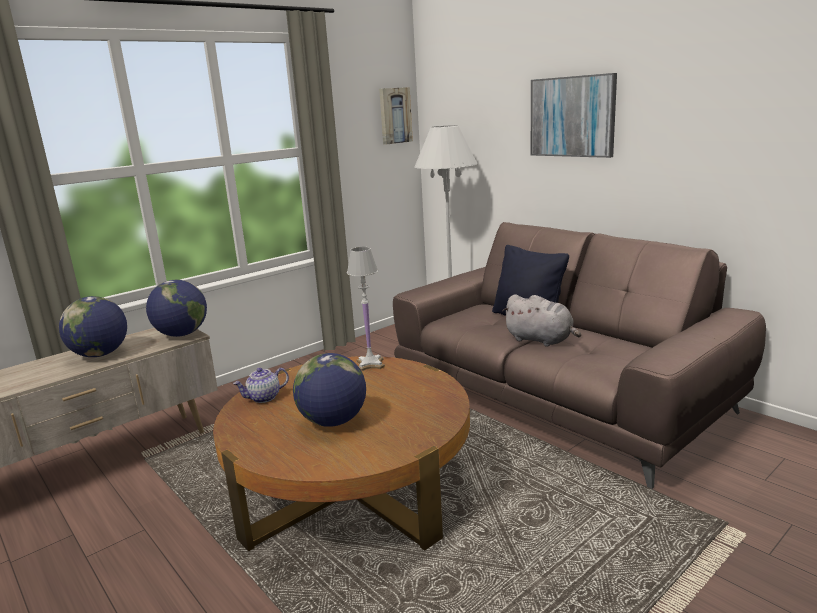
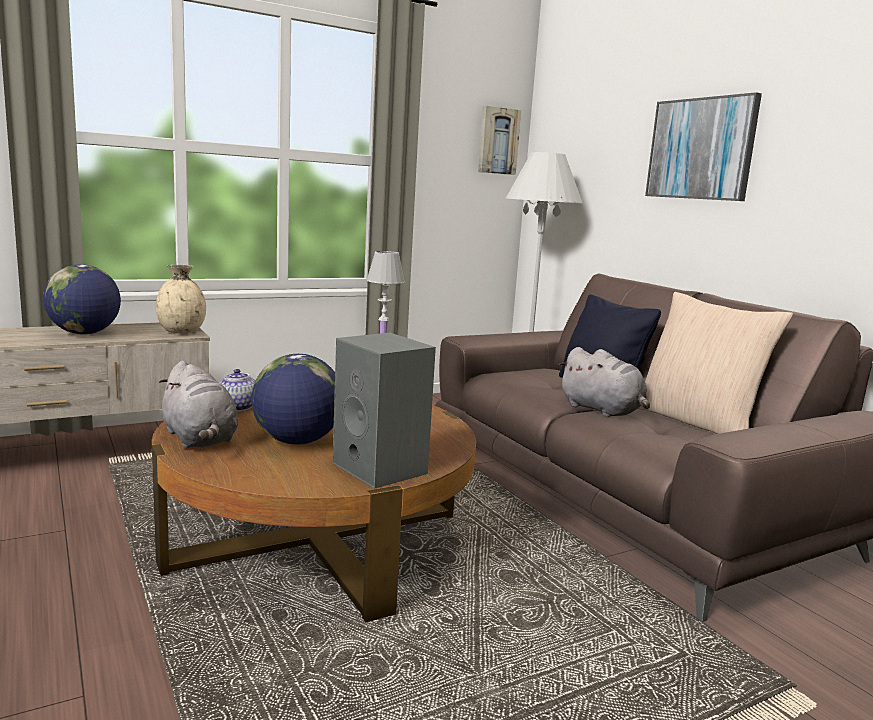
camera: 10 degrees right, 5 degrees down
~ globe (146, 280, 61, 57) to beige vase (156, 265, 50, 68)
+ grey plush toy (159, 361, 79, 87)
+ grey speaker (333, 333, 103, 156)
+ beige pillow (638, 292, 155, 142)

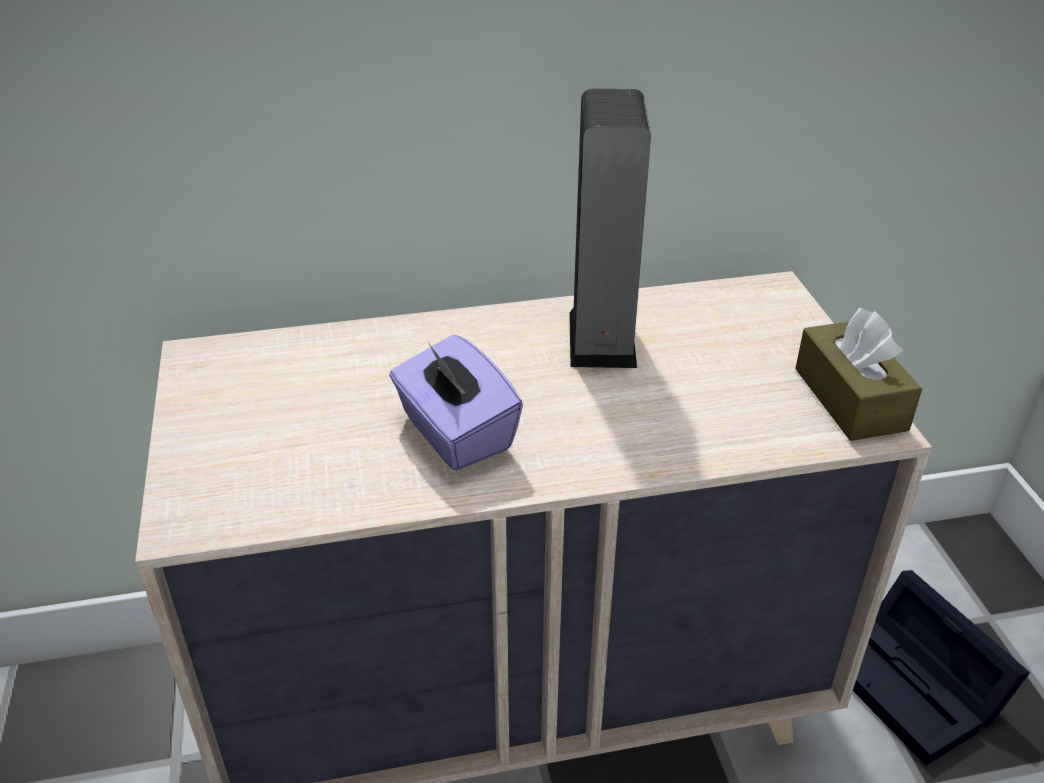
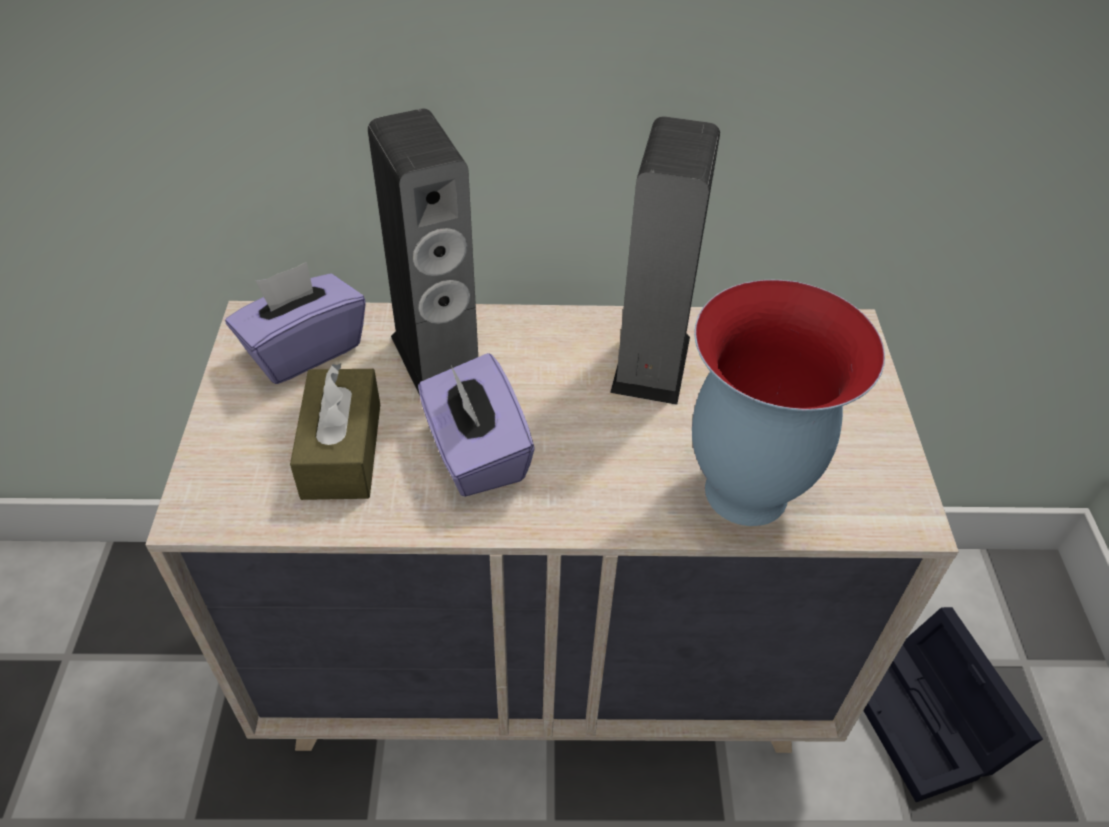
camera: 10 degrees right, 10 degrees up
~ brown tissue box (795, 308, 127, 133) to (290, 363, 90, 137)
+ purple tissue box (225, 262, 141, 122)
+ speaker (368, 109, 110, 286)
+ vase (692, 280, 193, 246)

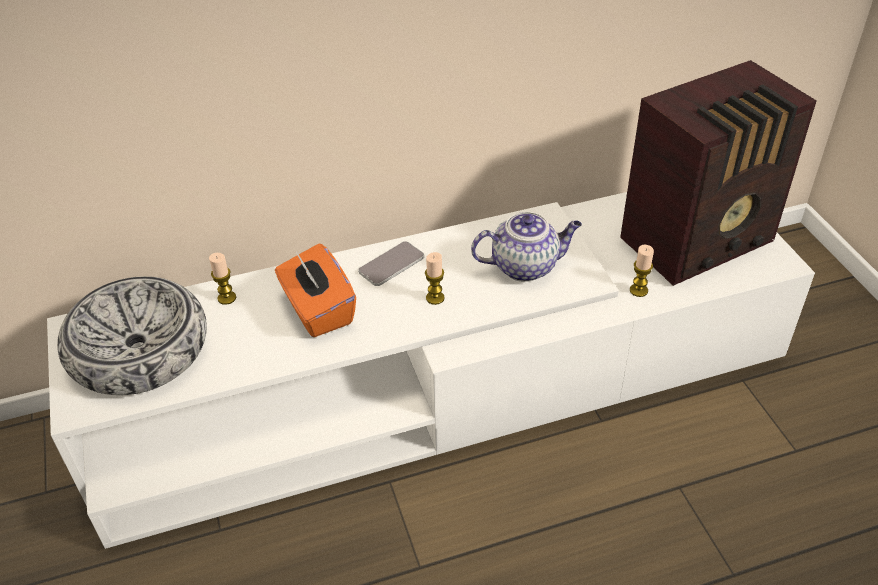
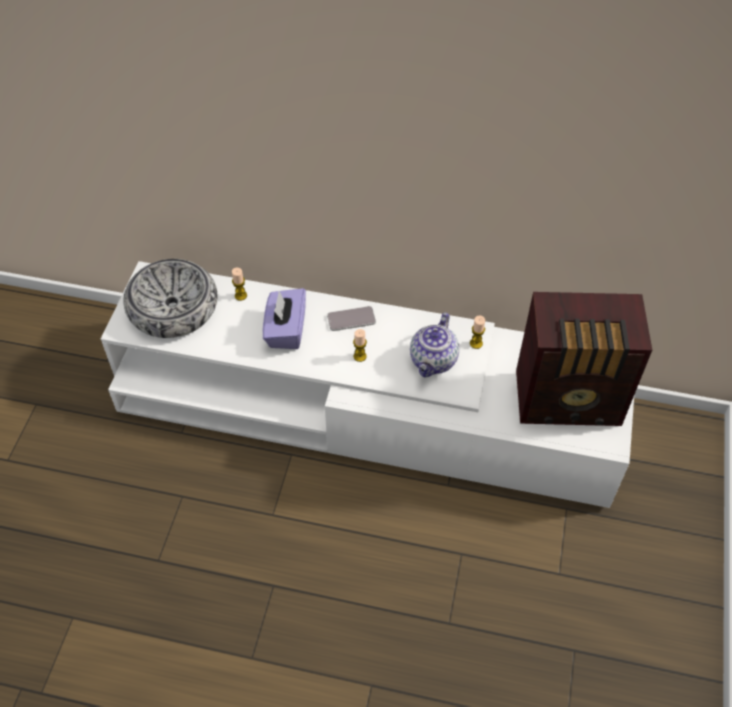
camera: 30 degrees right, 10 degrees up
~ orange tissue box (275, 244, 81, 93) to purple tissue box (263, 288, 43, 61)
~ teapot (471, 212, 111, 70) = (410, 313, 49, 64) 90 degrees clockwise
~ candle (630, 245, 24, 52) to (470, 316, 15, 33)

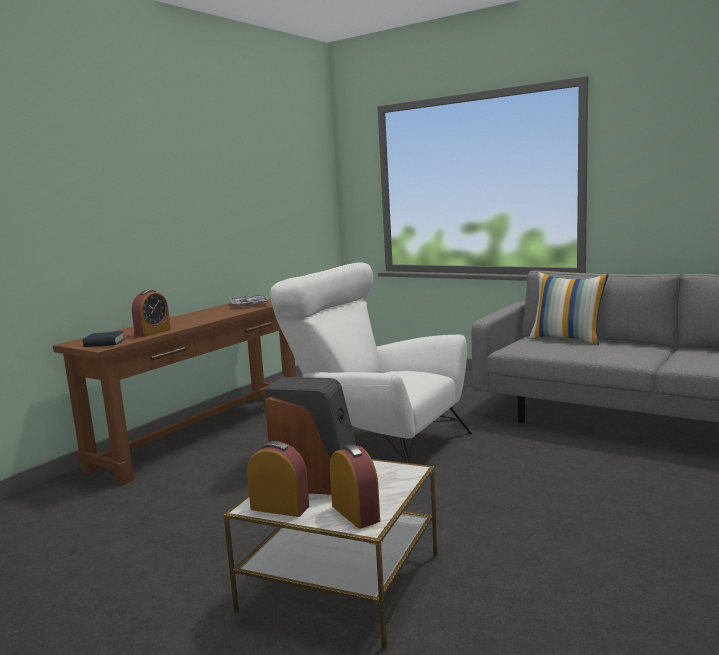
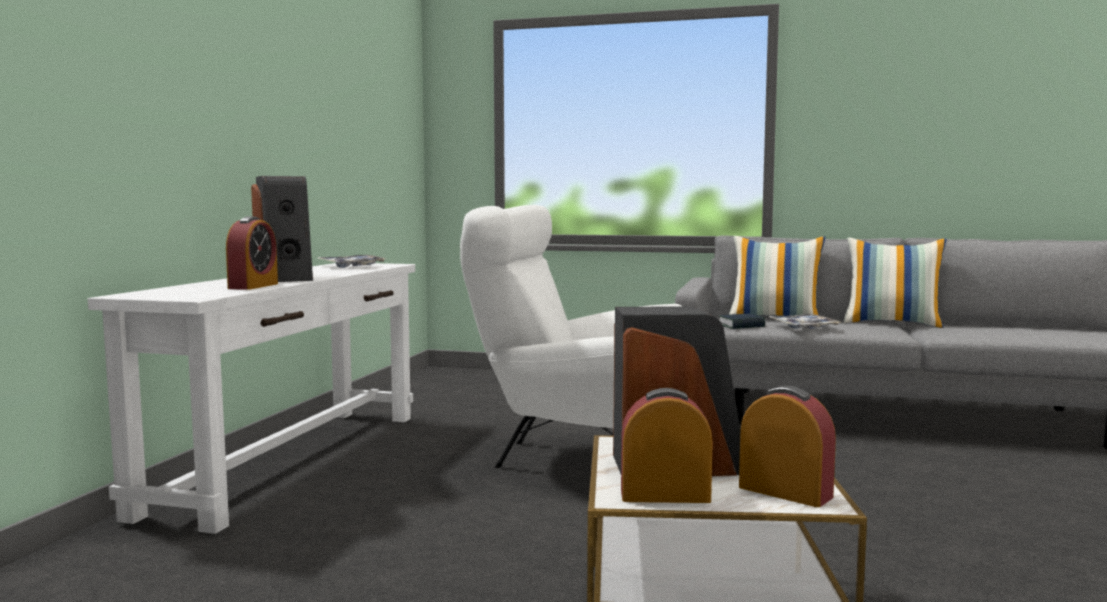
camera: 20 degrees left, 5 degrees down
~ brown console table (53, 298, 243, 187) to white console table (88, 263, 327, 271)
~ book (82, 331, 43, 16) to (719, 313, 46, 16)
+ speaker (251, 176, 62, 106)
+ tray (769, 314, 72, 15)
+ pillow (844, 238, 103, 90)

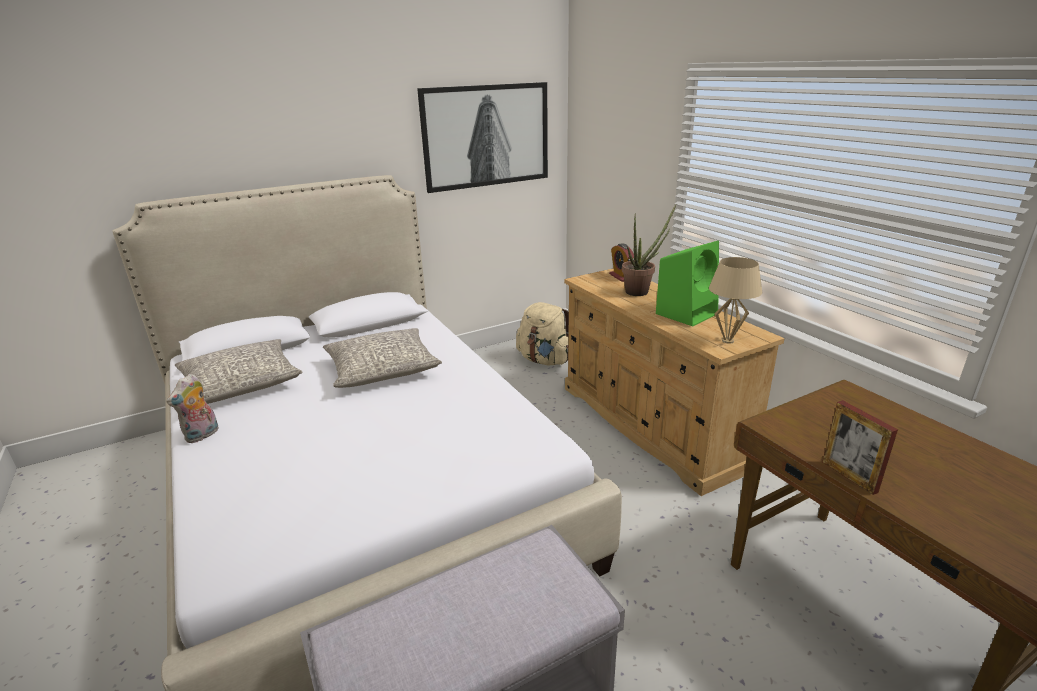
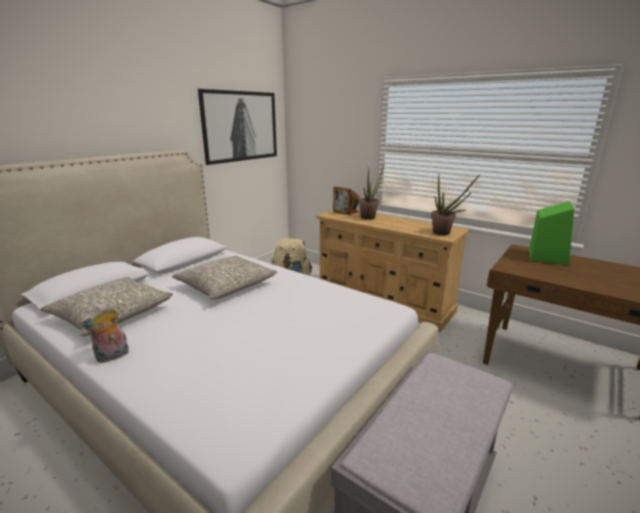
camera: 25 degrees left, 5 degrees down
~ plush toy (166, 374, 52, 69) = (79, 301, 50, 62) 45 degrees clockwise
~ green speaker (656, 241, 63, 85) to (529, 201, 45, 64)
~ beige table lamp (709, 257, 53, 87) to potted plant (431, 175, 49, 60)
~ picture frame (822, 400, 76, 95) to (333, 187, 18, 28)

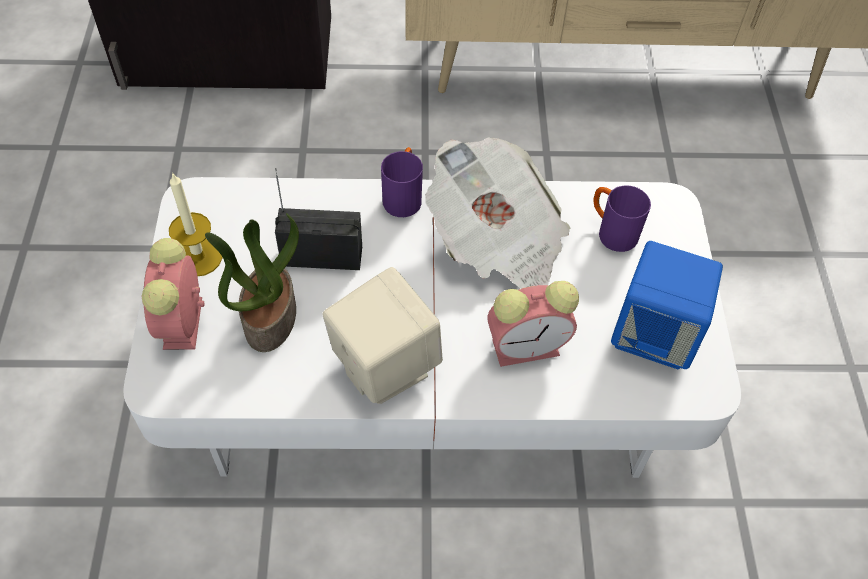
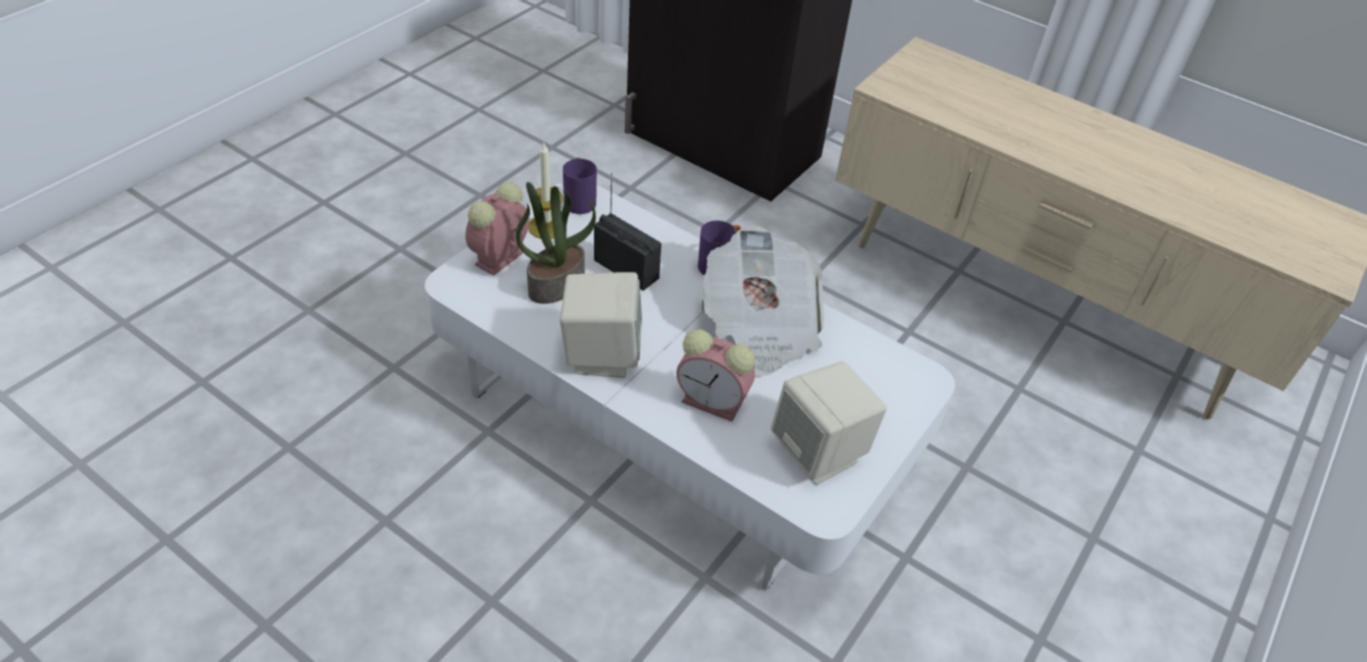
camera: 35 degrees right, 10 degrees down
~ purple mug (593, 186, 58, 66) to (563, 157, 34, 57)
~ blue speaker (611, 241, 112, 128) to beige speaker (771, 361, 116, 124)

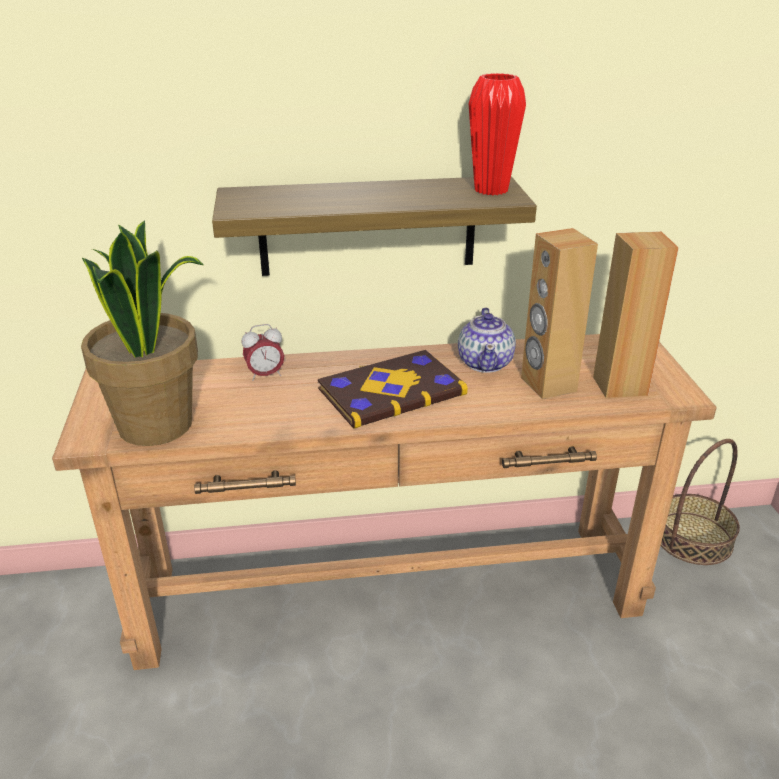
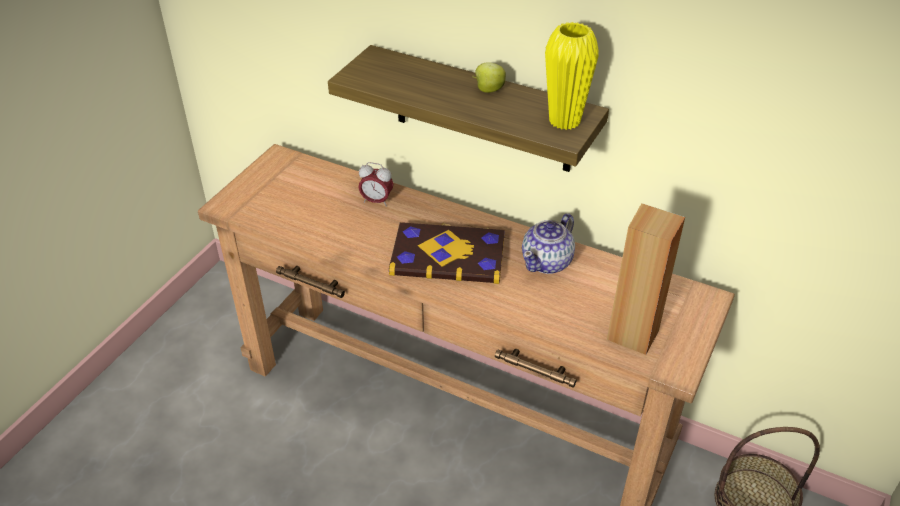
camera: 35 degrees right, 10 degrees up
- potted plant (81, 220, 123, 226)
~ red vase (469, 73, 57, 122) to yellow vase (545, 22, 54, 108)
- brown speaker (521, 228, 77, 171)
+ apple (472, 62, 34, 31)

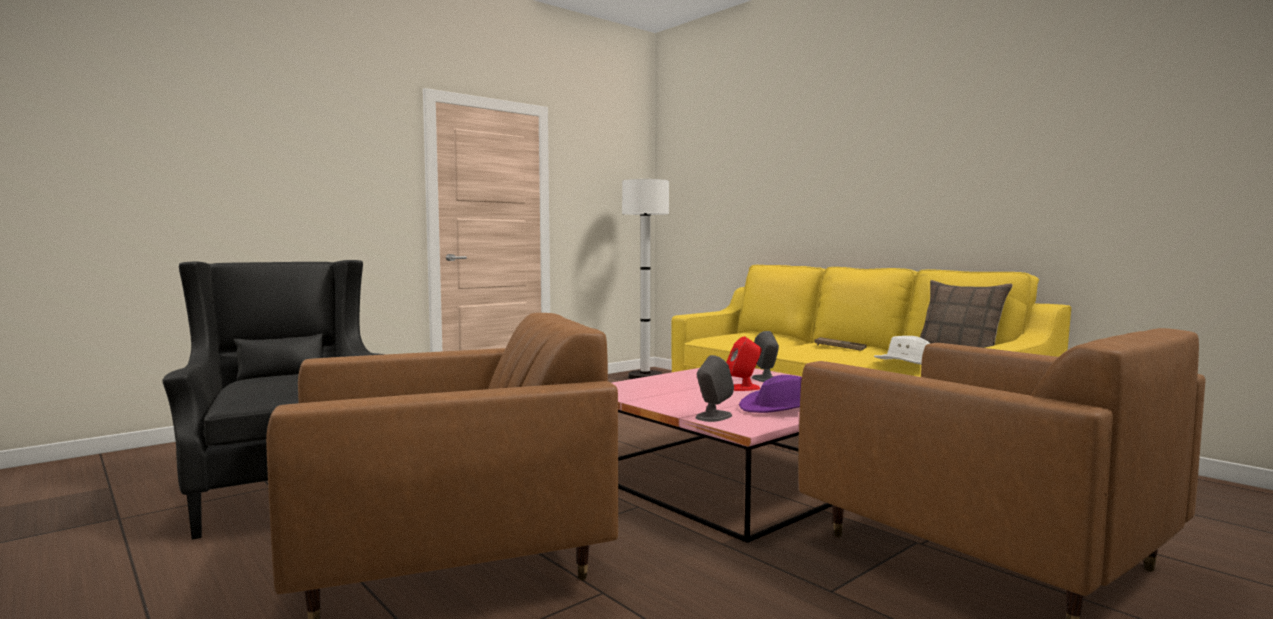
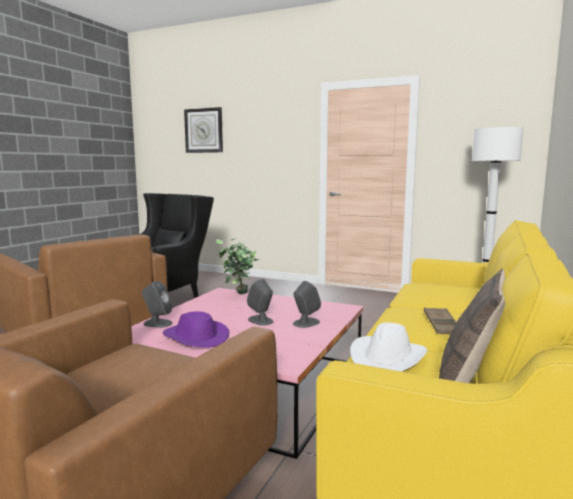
camera: 65 degrees right, 5 degrees up
~ red speaker (726, 336, 36, 55) to grey speaker (247, 279, 26, 46)
+ wall clock (184, 107, 39, 46)
+ potted plant (216, 239, 43, 55)

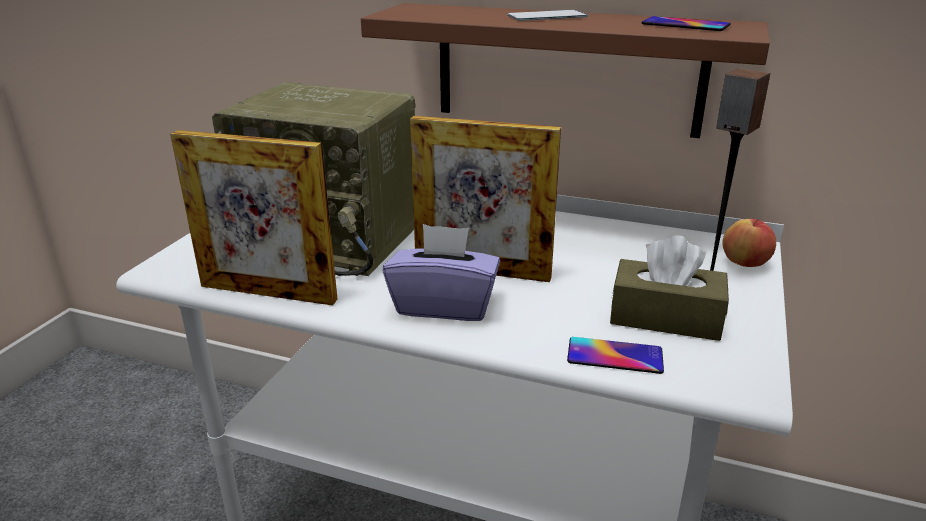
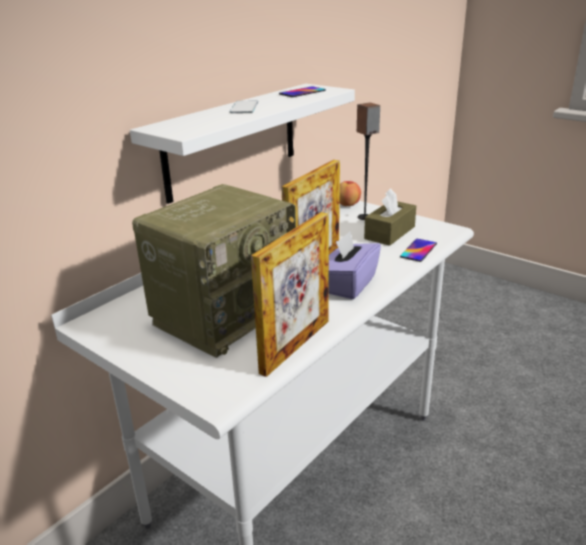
camera: 70 degrees left, 0 degrees up
~ brown shelf (361, 3, 409, 135) to white shelf (130, 84, 225, 120)

